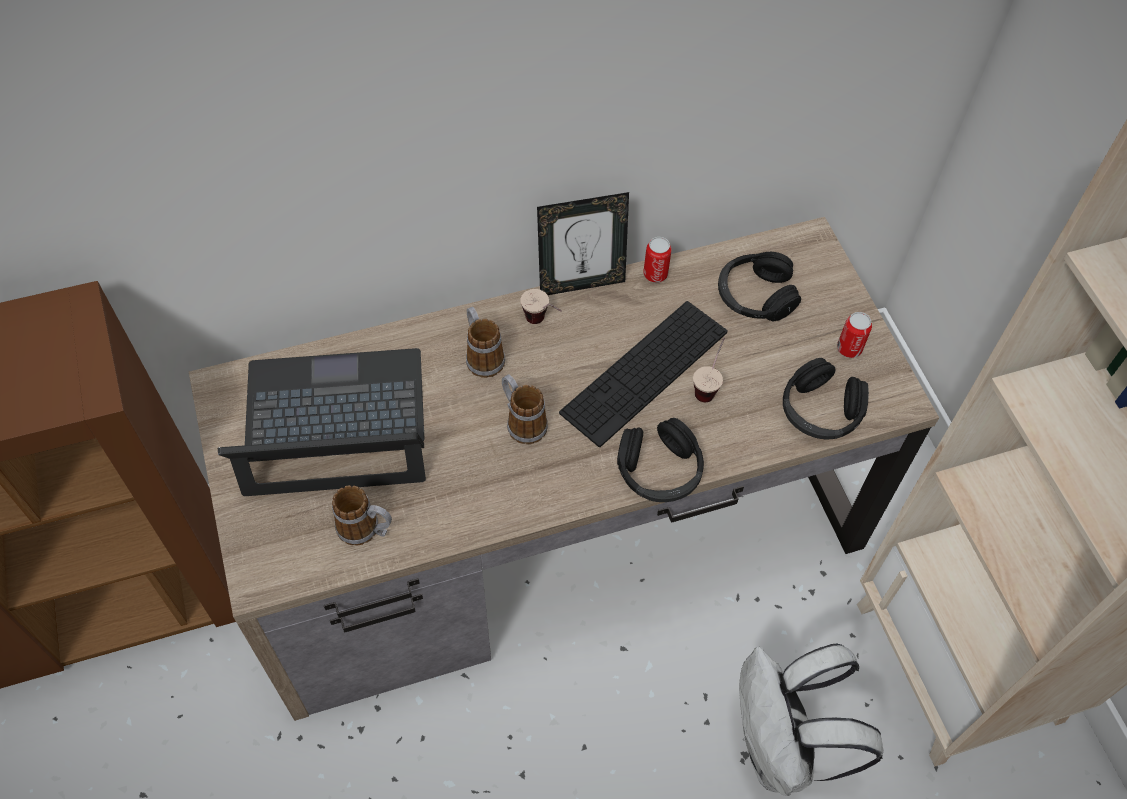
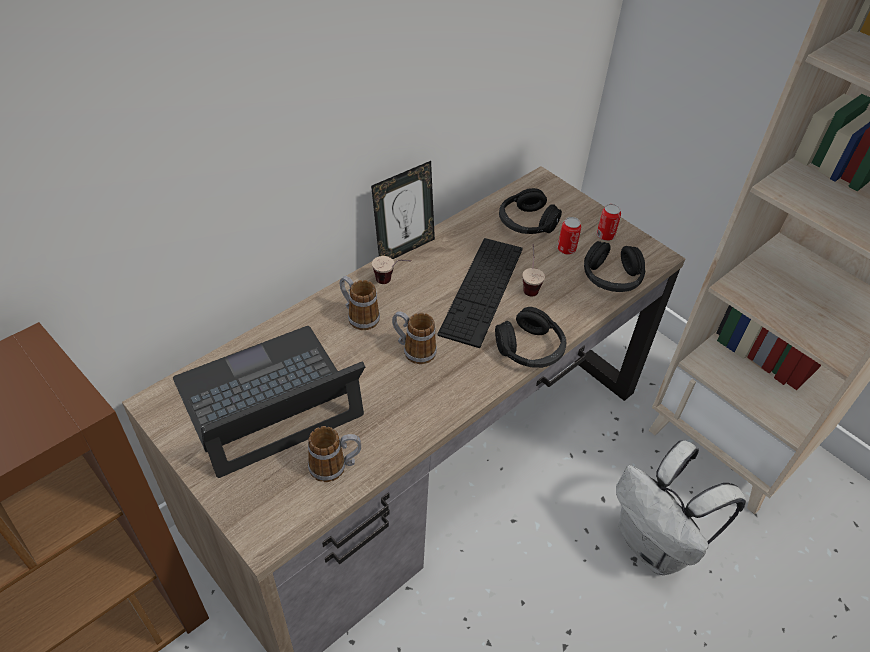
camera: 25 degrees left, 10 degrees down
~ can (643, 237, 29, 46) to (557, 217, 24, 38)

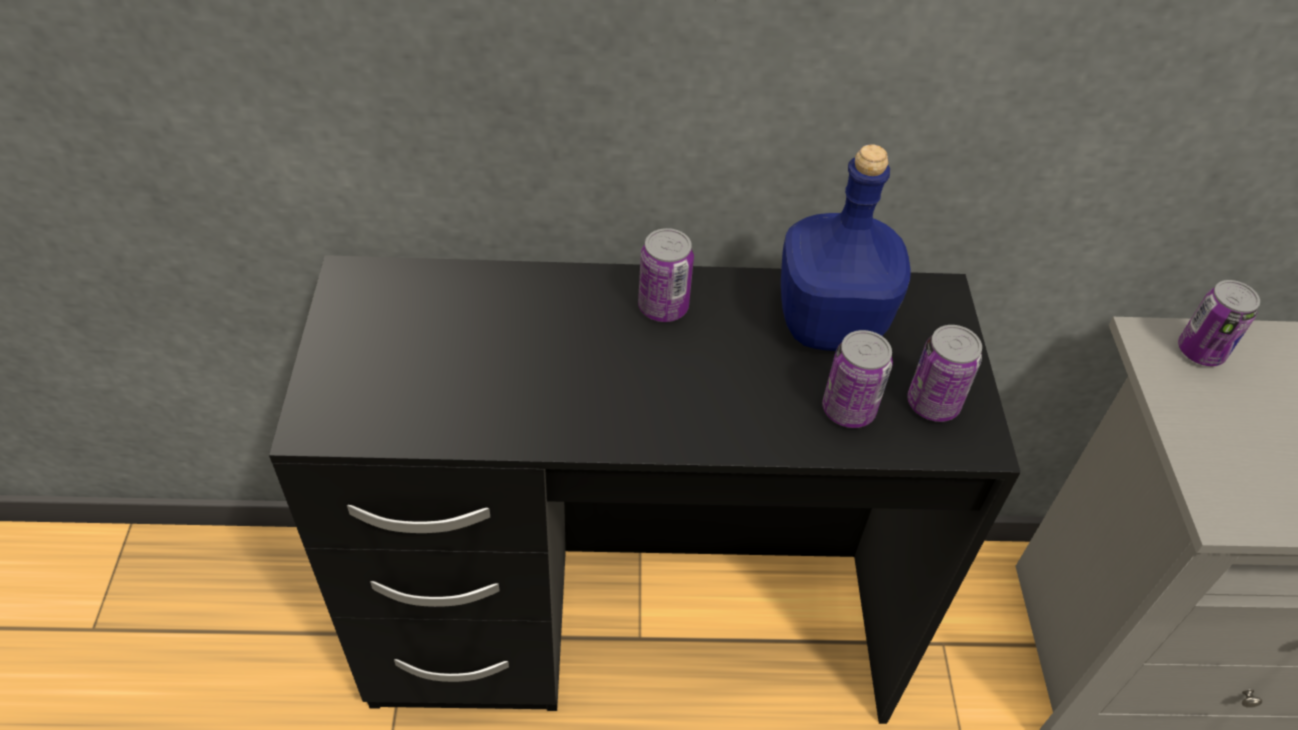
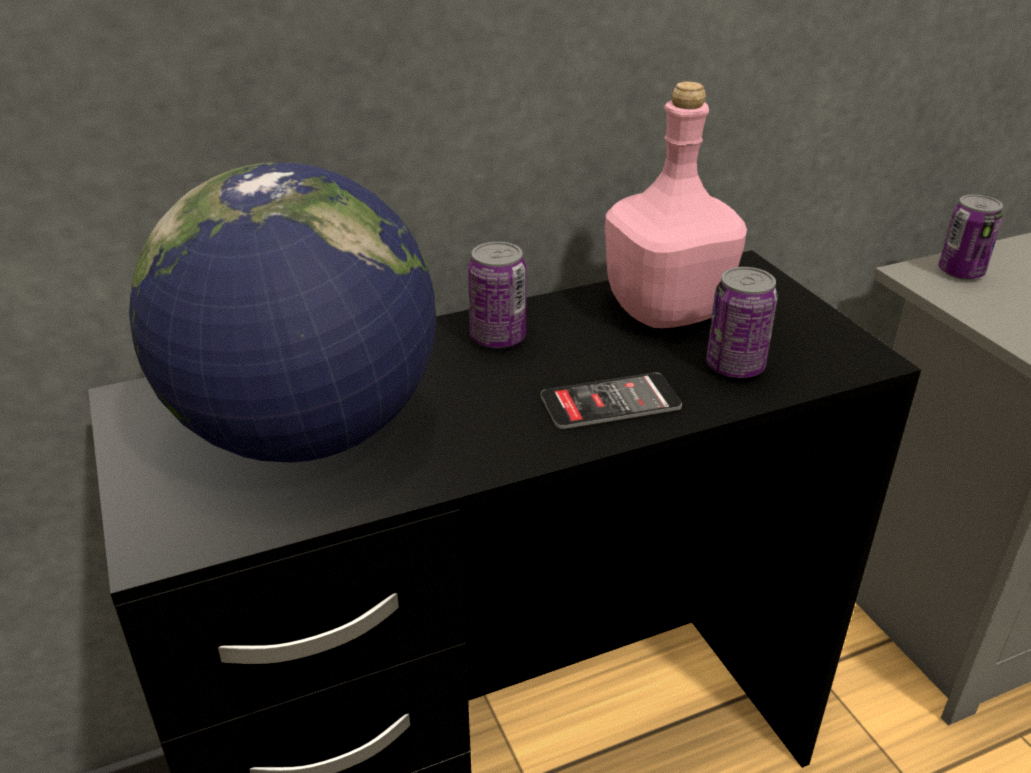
camera: 20 degrees left, 15 degrees down
~ blue bottle (781, 144, 129, 207) to pink bottle (605, 81, 142, 247)
- can (907, 325, 75, 97)
+ globe (129, 163, 307, 300)
+ phone (541, 372, 141, 57)

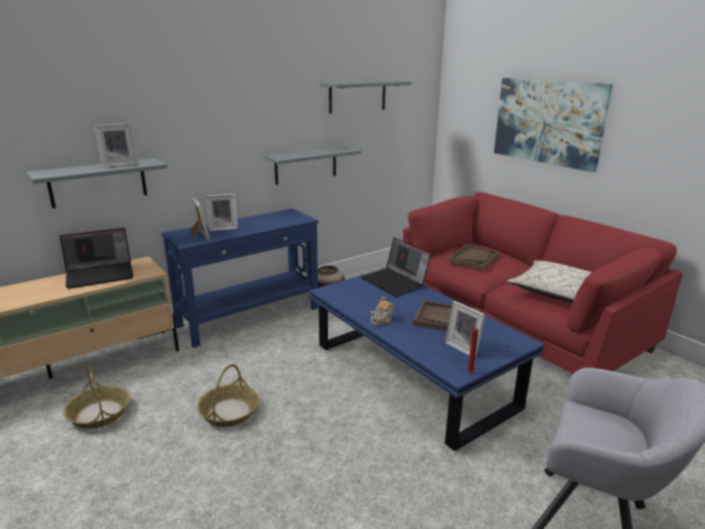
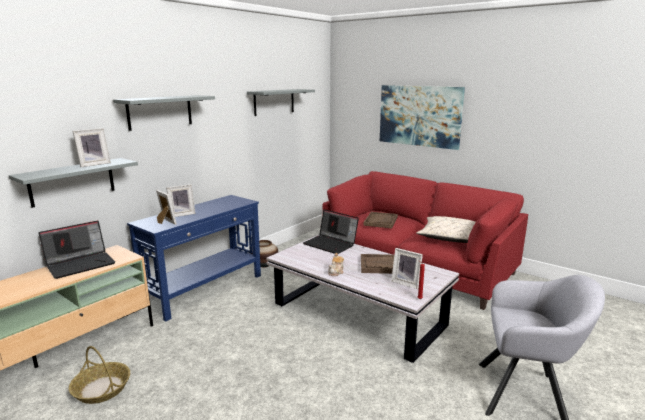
camera: 15 degrees left, 5 degrees down
- basket (197, 364, 62, 63)
~ grey shelf (264, 146, 97, 39) to (113, 95, 102, 36)
~ blue coffee table (309, 268, 236, 183) to white coffee table (266, 235, 193, 128)

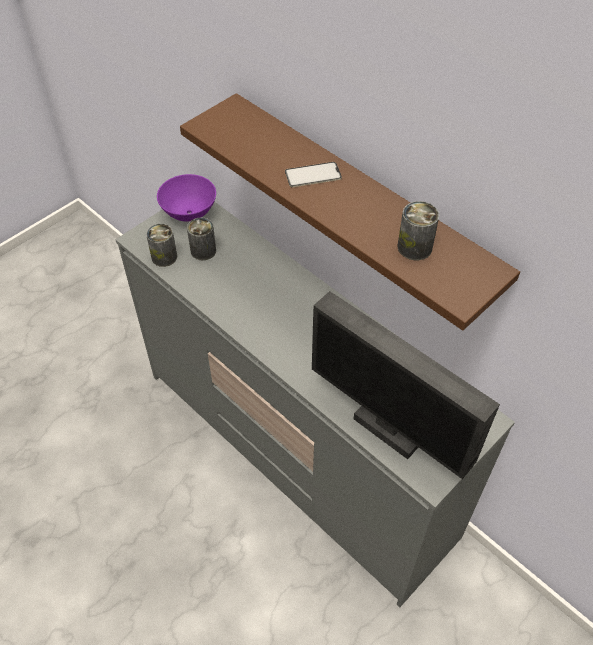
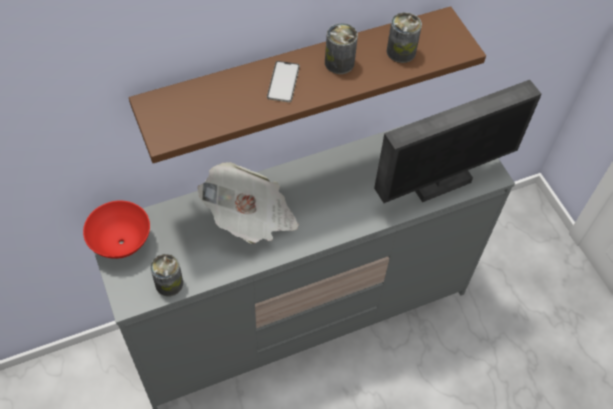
camera: 70 degrees left, 5 degrees up
~ purple bowl (157, 174, 59, 48) to red bowl (83, 201, 67, 58)
~ can (187, 218, 29, 42) to (325, 23, 33, 51)
+ newspaper (198, 162, 101, 82)

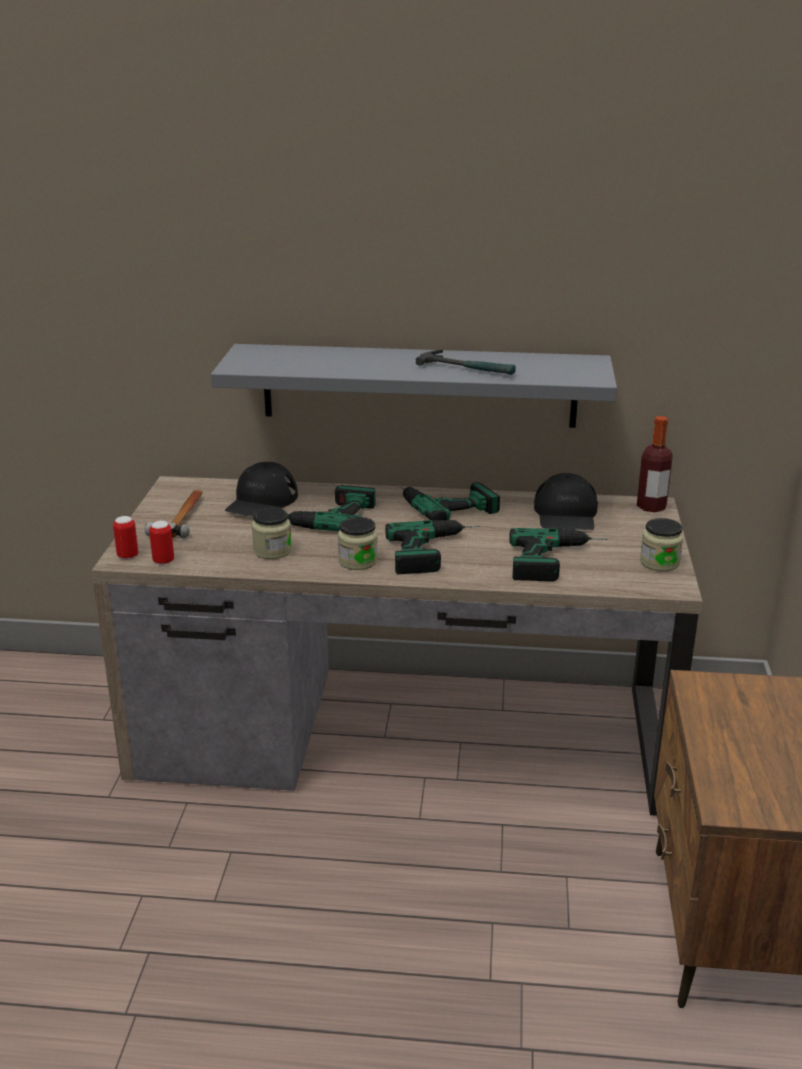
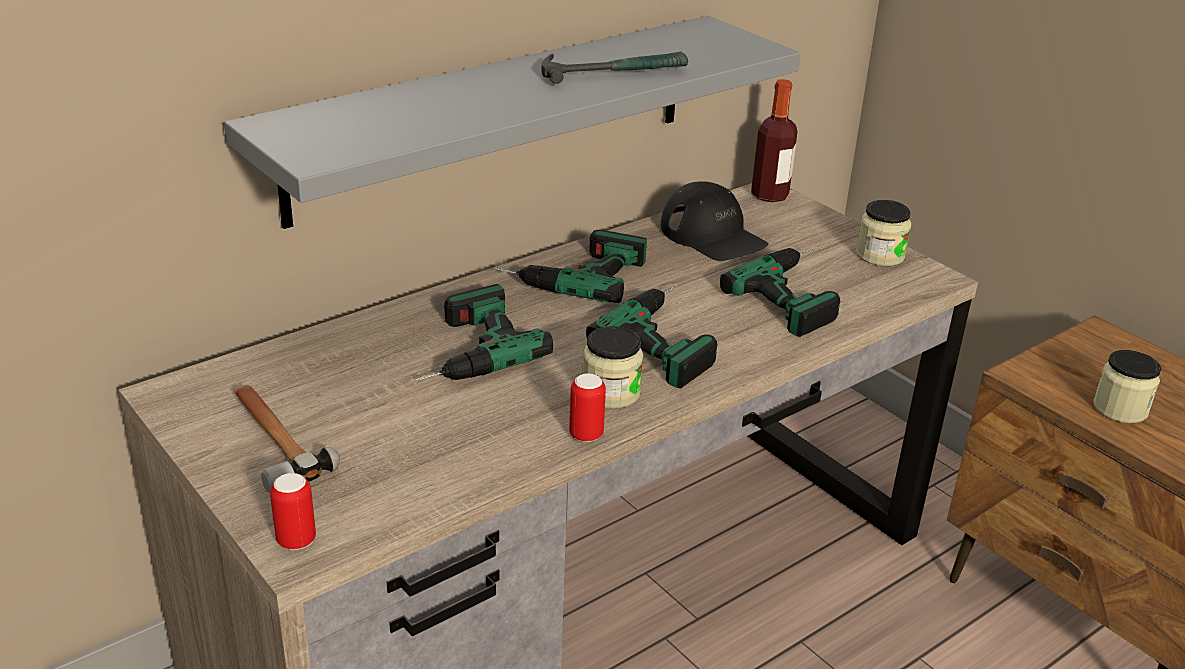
camera: 45 degrees left, 5 degrees up
~ can (149, 521, 25, 44) to (569, 374, 37, 68)
- black cap (225, 462, 73, 54)
~ jar (251, 507, 41, 52) to (1093, 350, 68, 73)

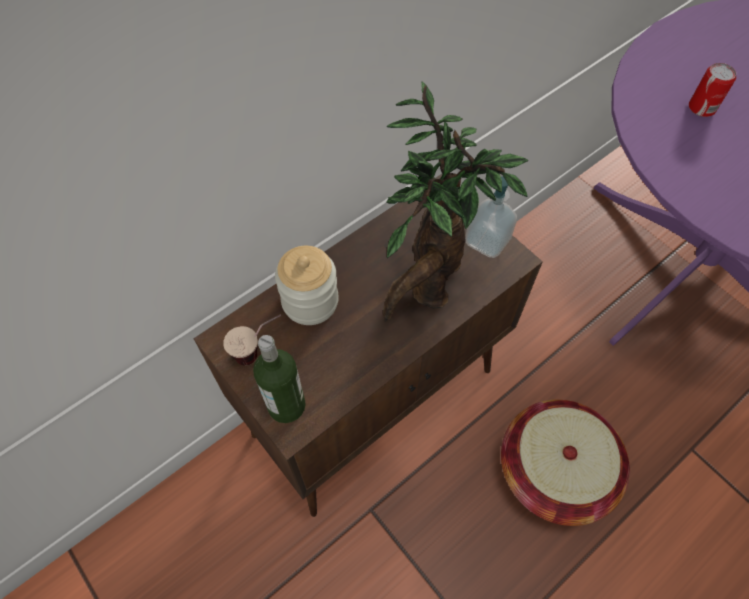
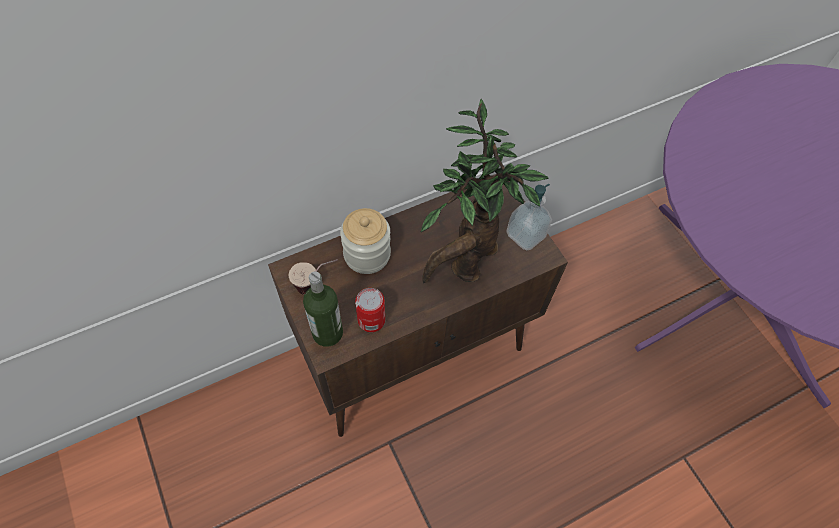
camera: 10 degrees right, 0 degrees up
- basket (501, 399, 129, 127)
~ can (689, 63, 47, 54) to (355, 288, 30, 44)

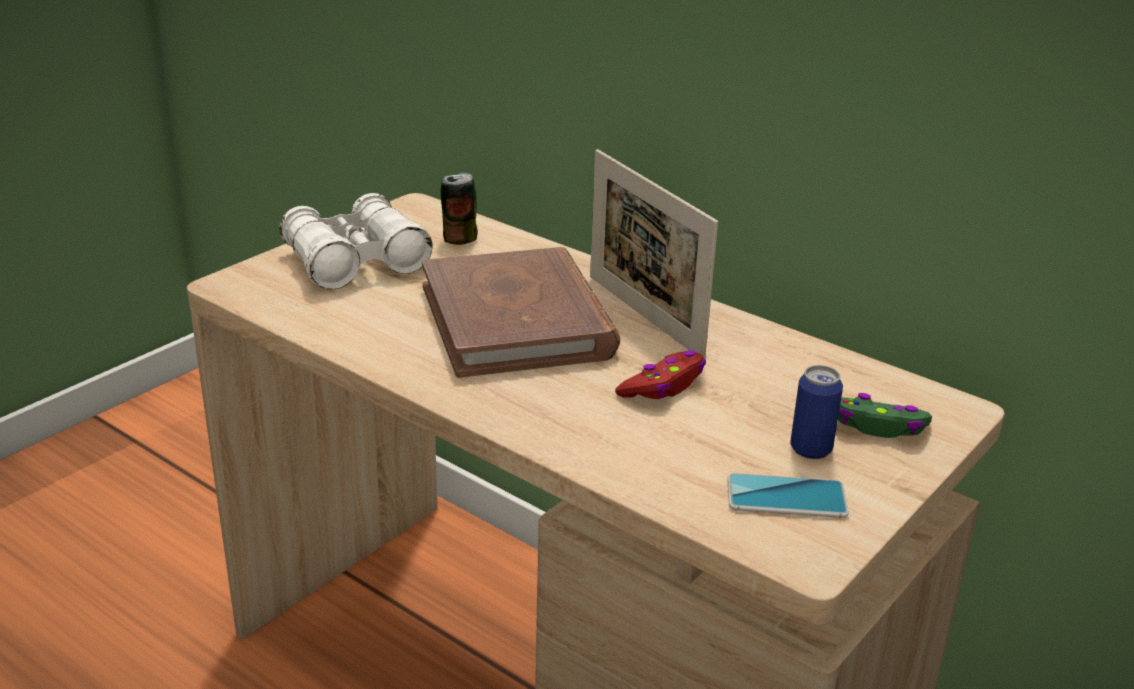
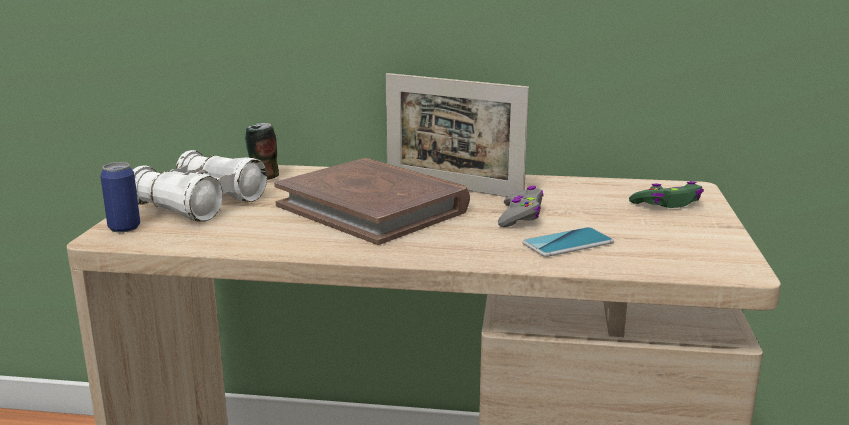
camera: 30 degrees left, 10 degrees down
~ red game controller (615, 350, 91, 49) to grey game controller (498, 186, 45, 41)
~ phone (727, 473, 122, 45) to (522, 227, 92, 30)
~ can (790, 365, 53, 94) to (100, 162, 40, 70)

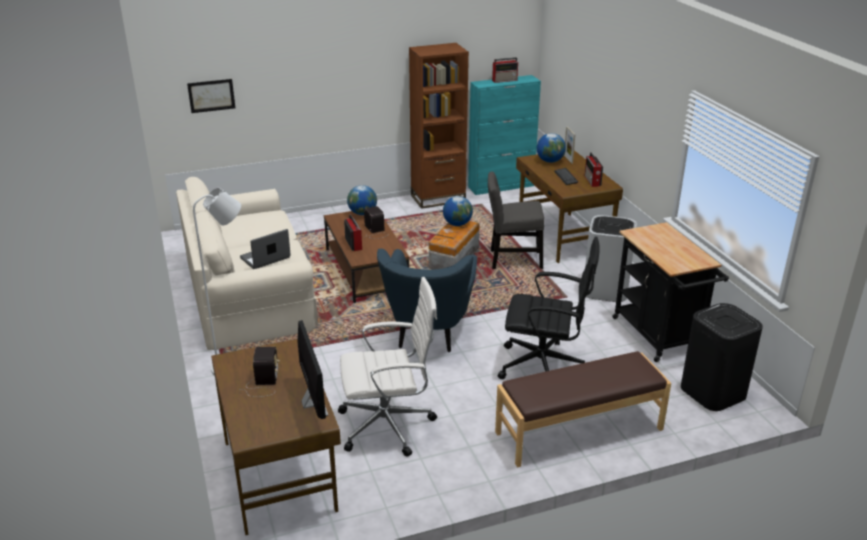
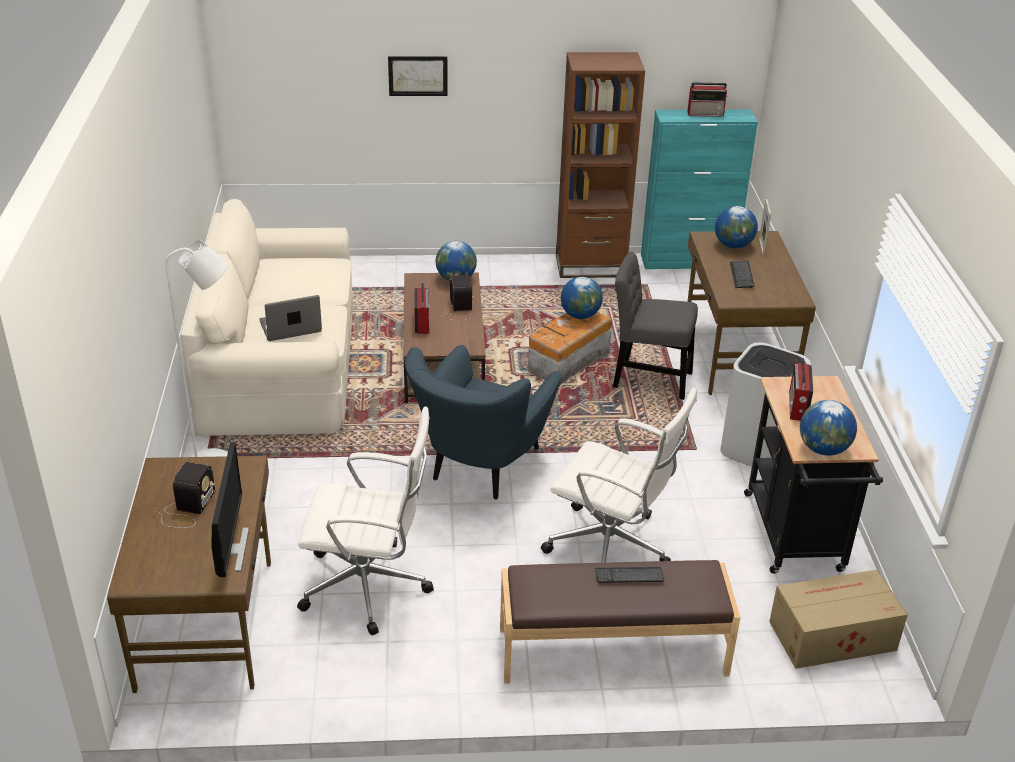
camera: 15 degrees right, 5 degrees up
~ picture (187, 79, 48, 34) to (388, 56, 60, 40)
~ black office chair (498, 237, 102, 142) to white office chair (541, 387, 156, 176)
~ radio (585, 152, 18, 35) to (789, 358, 24, 63)
~ black trash can (681, 303, 82, 108) to cardboard box (769, 570, 139, 99)
+ keyboard (595, 567, 69, 16)
+ globe (800, 400, 57, 56)

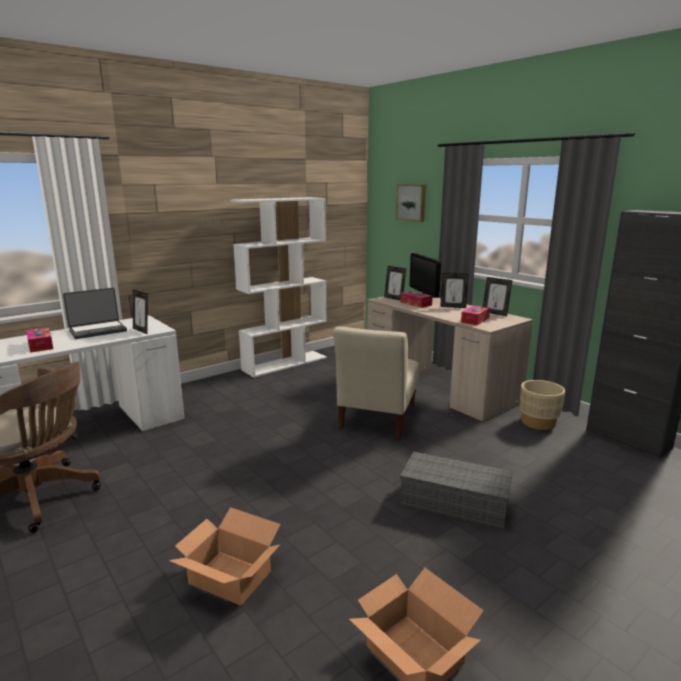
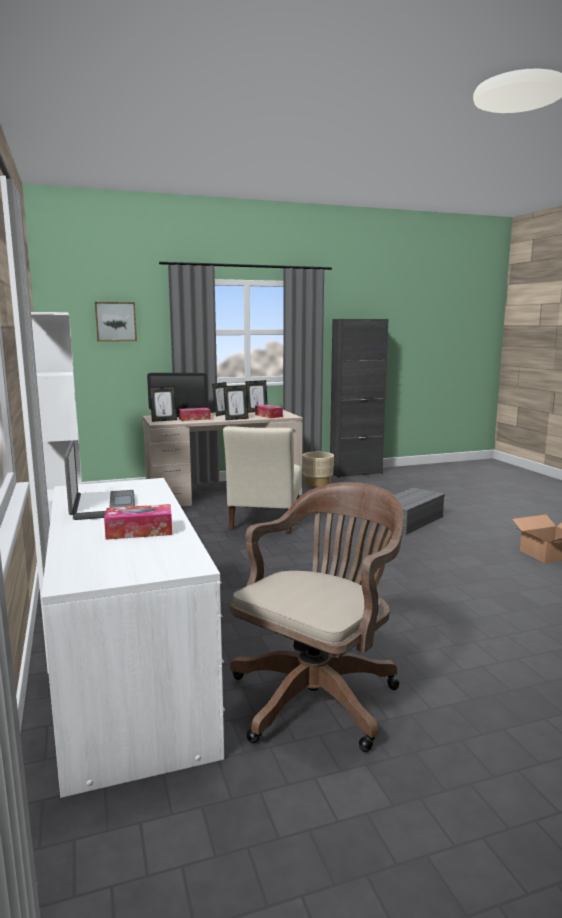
camera: 70 degrees left, 5 degrees down
~ picture frame (133, 290, 15, 44) to (223, 385, 26, 35)
- cardboard box (169, 507, 112, 99)
~ beige chair (333, 326, 86, 112) = (223, 426, 79, 107) 60 degrees clockwise

